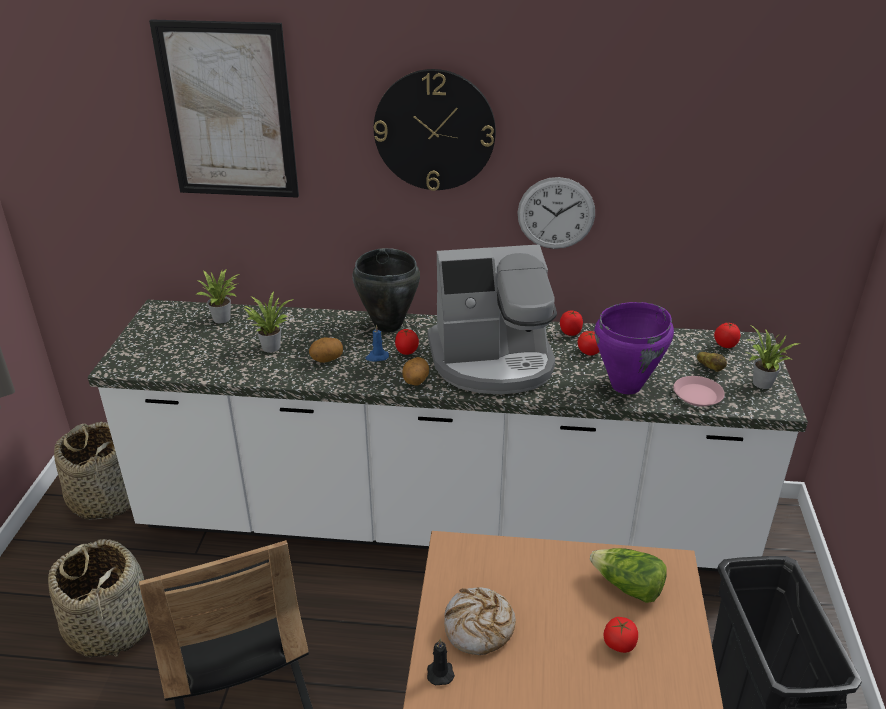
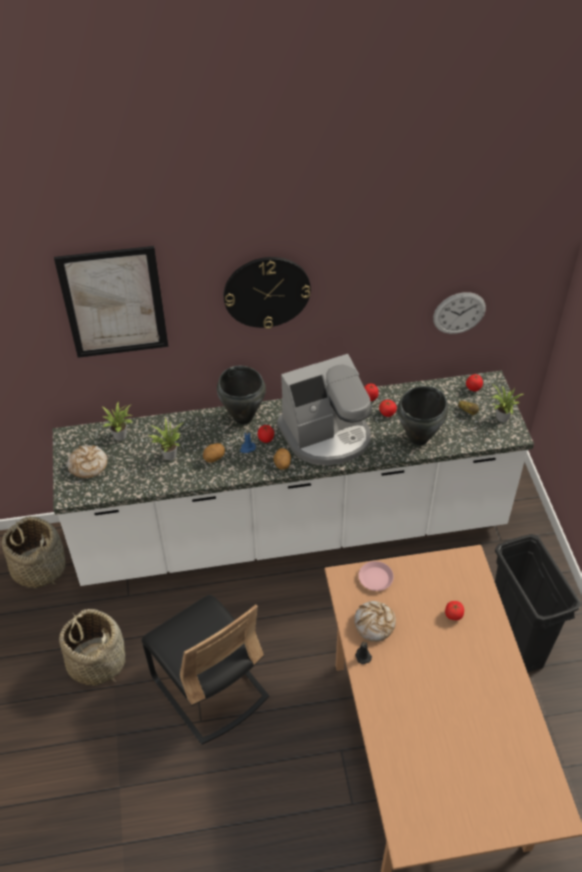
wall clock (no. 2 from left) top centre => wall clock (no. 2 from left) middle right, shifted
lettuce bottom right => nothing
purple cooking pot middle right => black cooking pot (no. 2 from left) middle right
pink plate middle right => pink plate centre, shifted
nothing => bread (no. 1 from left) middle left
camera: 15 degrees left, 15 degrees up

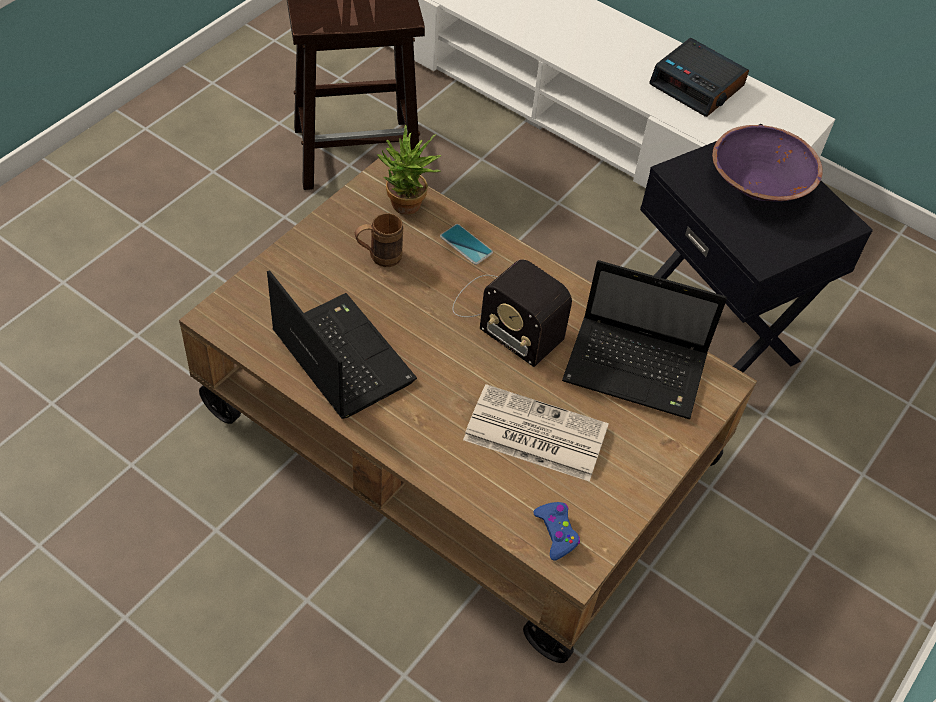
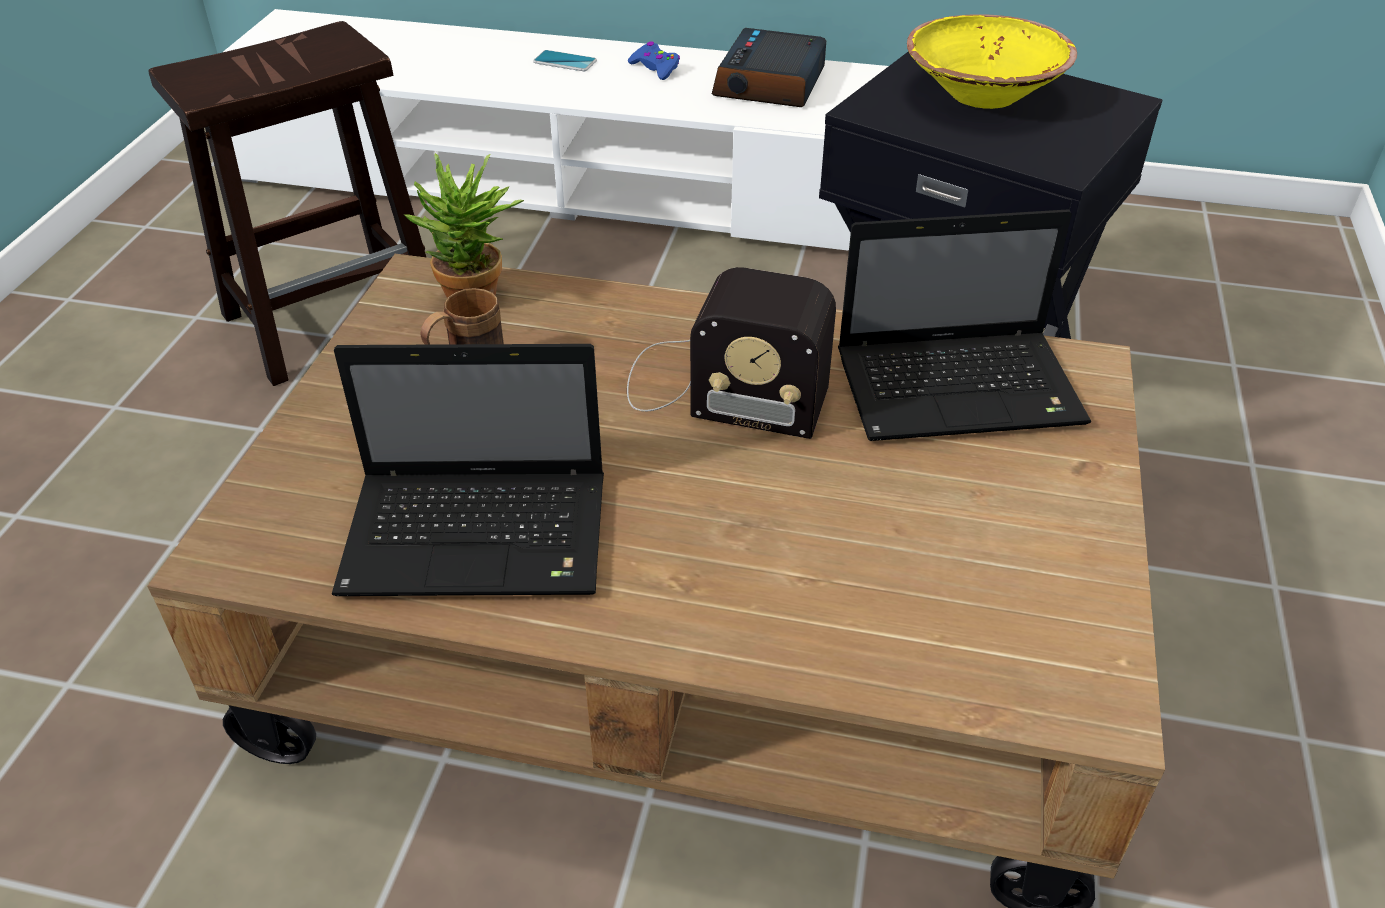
laptop (no. 1 from left) centre, 150 degrees clockwise
phone centre => phone top centre, shifted
newspaper centre => nothing
blue game controller bottom centre => blue game controller top centre, shifted
alarm clock top right => alarm clock top centre, 90 degrees clockwise
purple bowl top right => yellow bowl top right
camera: 20 degrees left, 10 degrees down

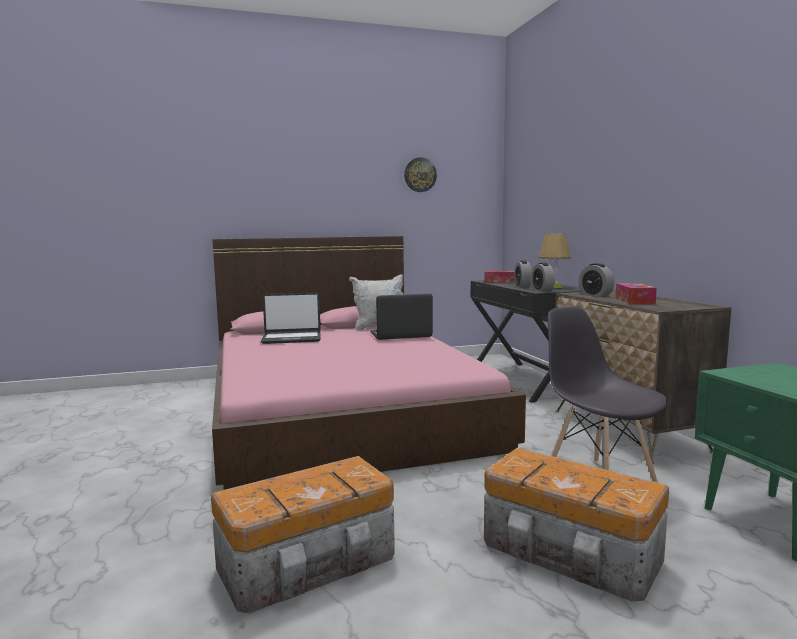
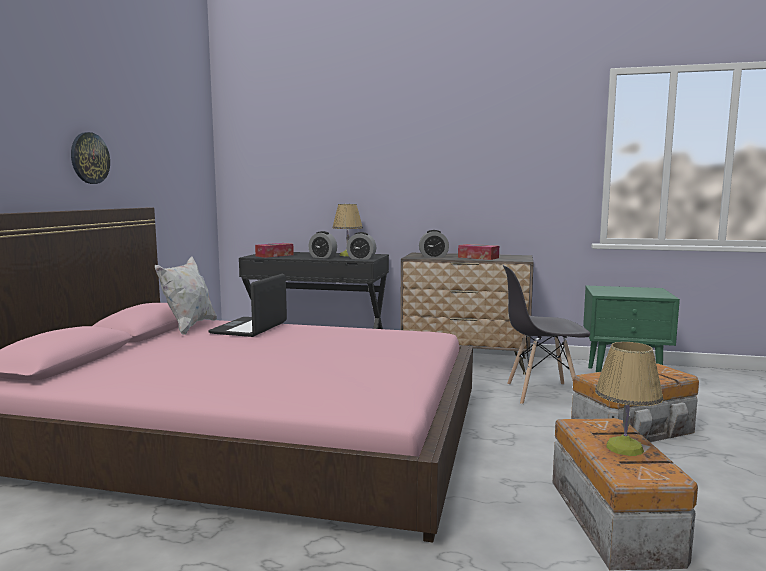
laptop (no. 1 from left) centre => nothing
wall clock top centre => wall clock top left, shifted
nothing => table lamp (no. 2 from left) bottom right
camera: 60 degrees left, 0 degrees up

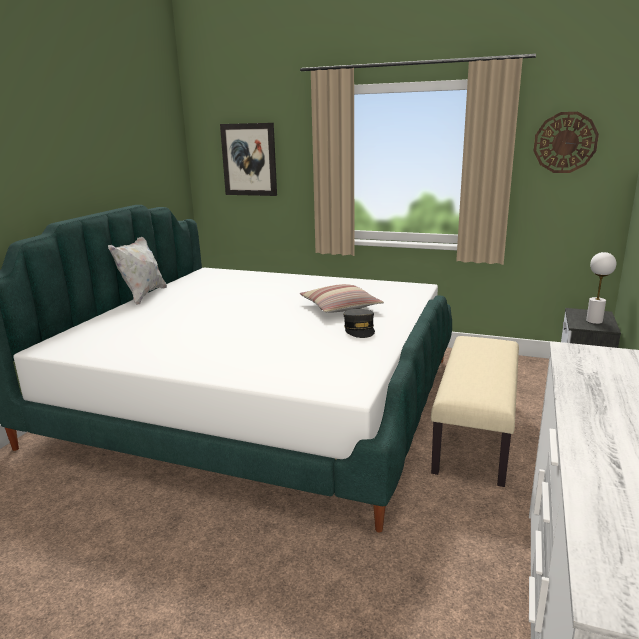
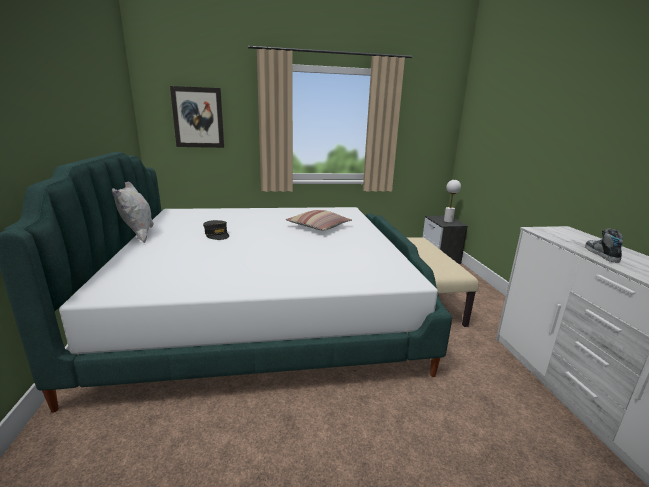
grey cap centre => grey cap middle left, shifted
wall clock top right => nothing
nothing => shoe middle right
camera: 30 degrees left, 0 degrees up

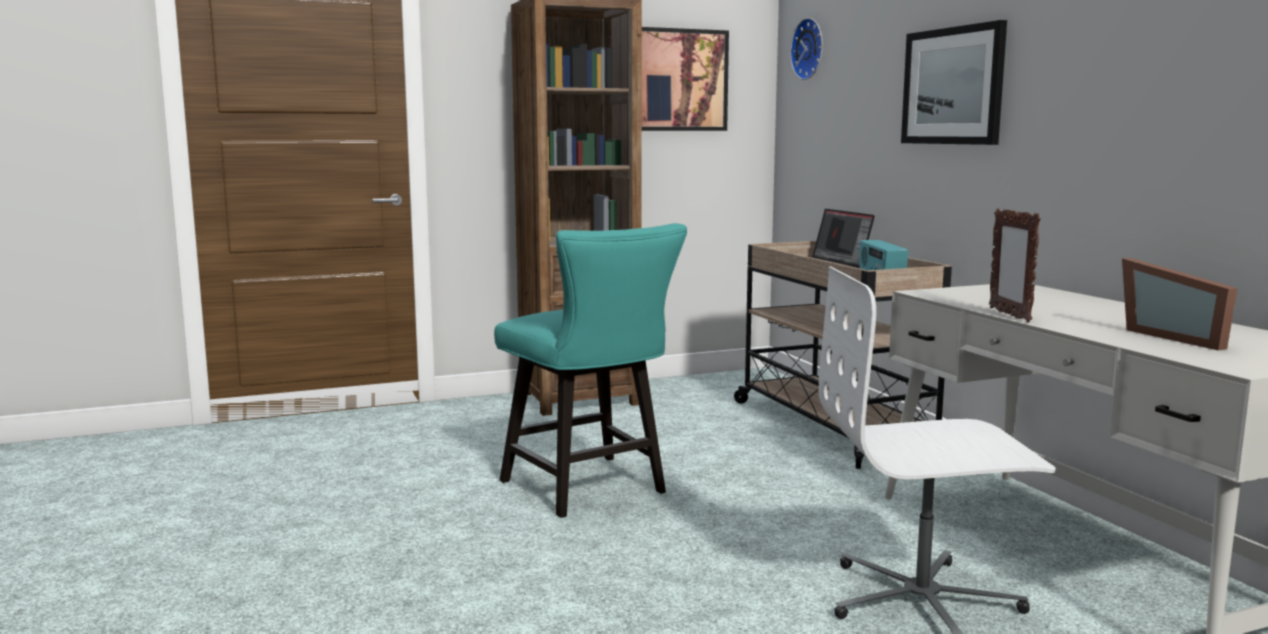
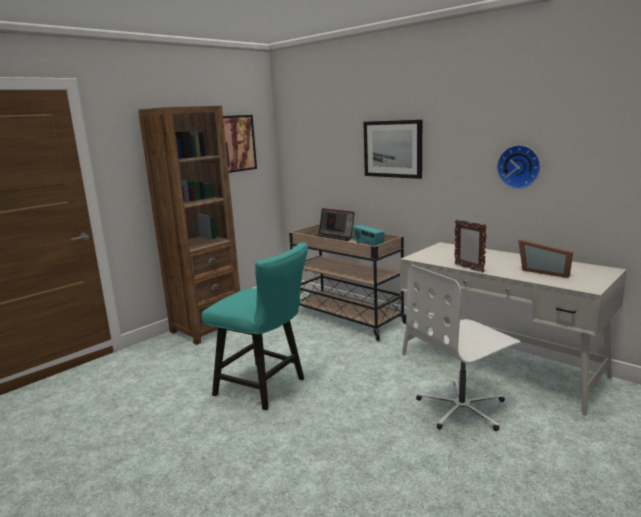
wall clock top centre => wall clock top right, shifted
camera: 25 degrees left, 5 degrees up

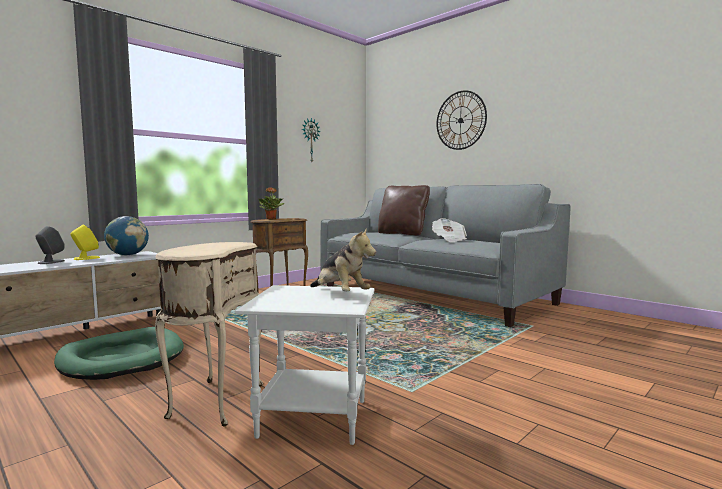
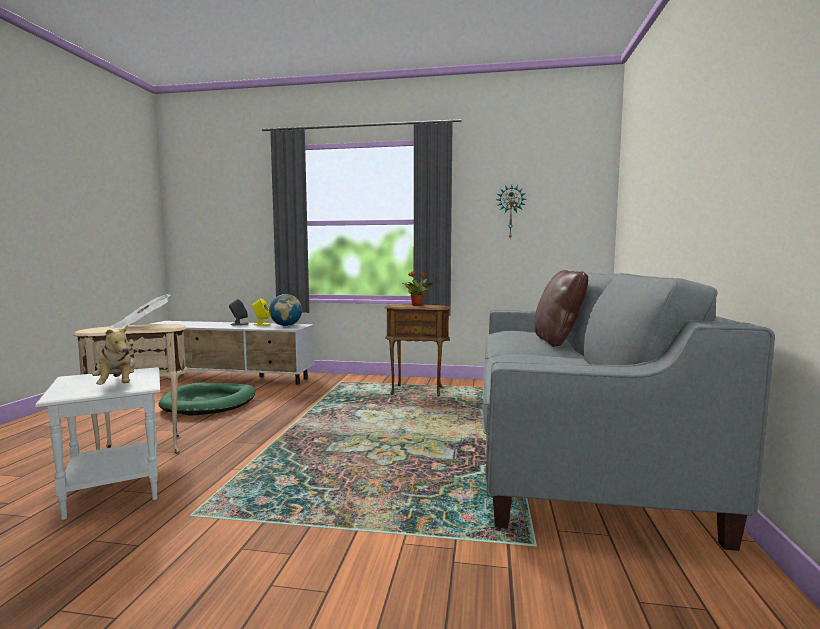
plush toy centre => plush toy middle left, 45 degrees counterclockwise
newspaper centre => newspaper middle left, shifted
wall clock (no. 2 from left) top centre => nothing
camera: 55 degrees right, 0 degrees up

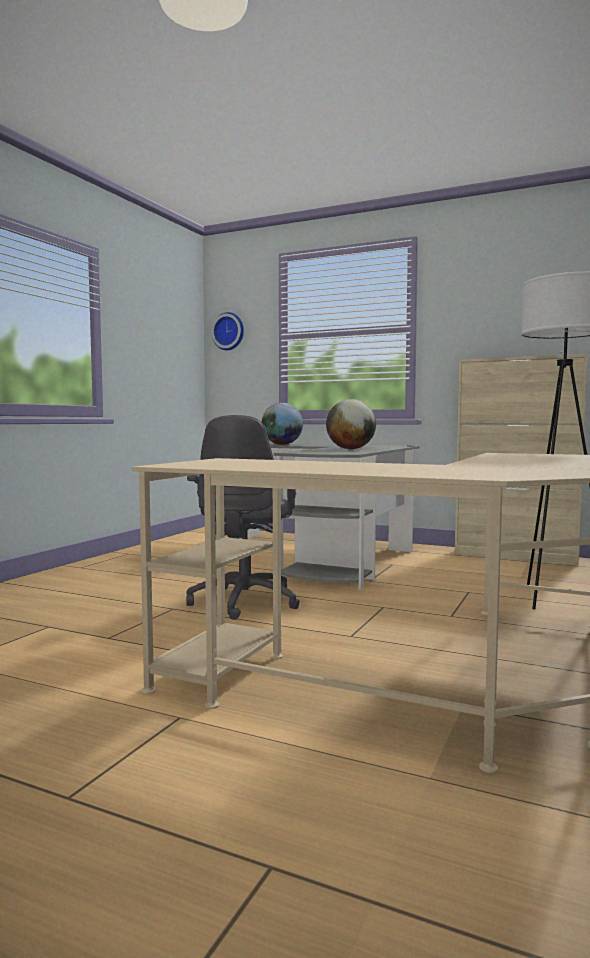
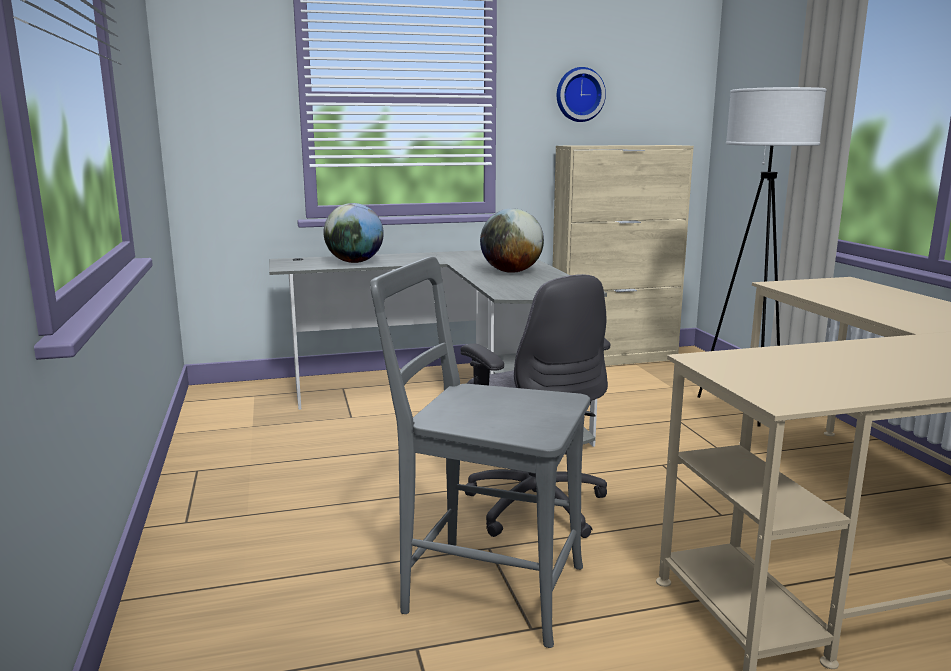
wall clock centre => wall clock top centre, shifted
nothing => grey chair bottom centre
camera: 40 degrees left, 10 degrees up

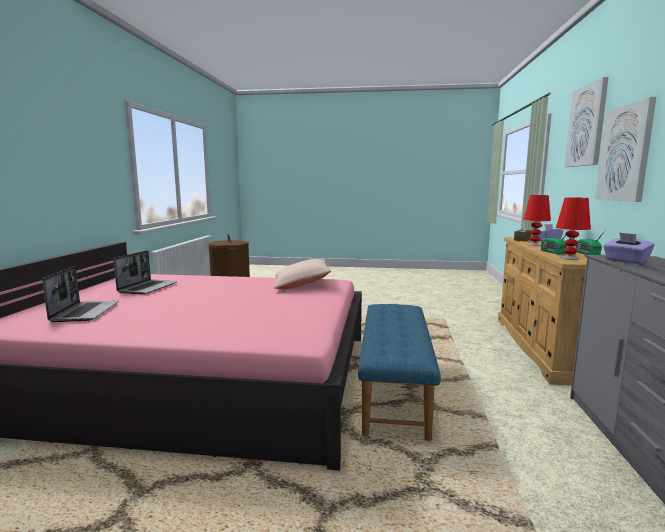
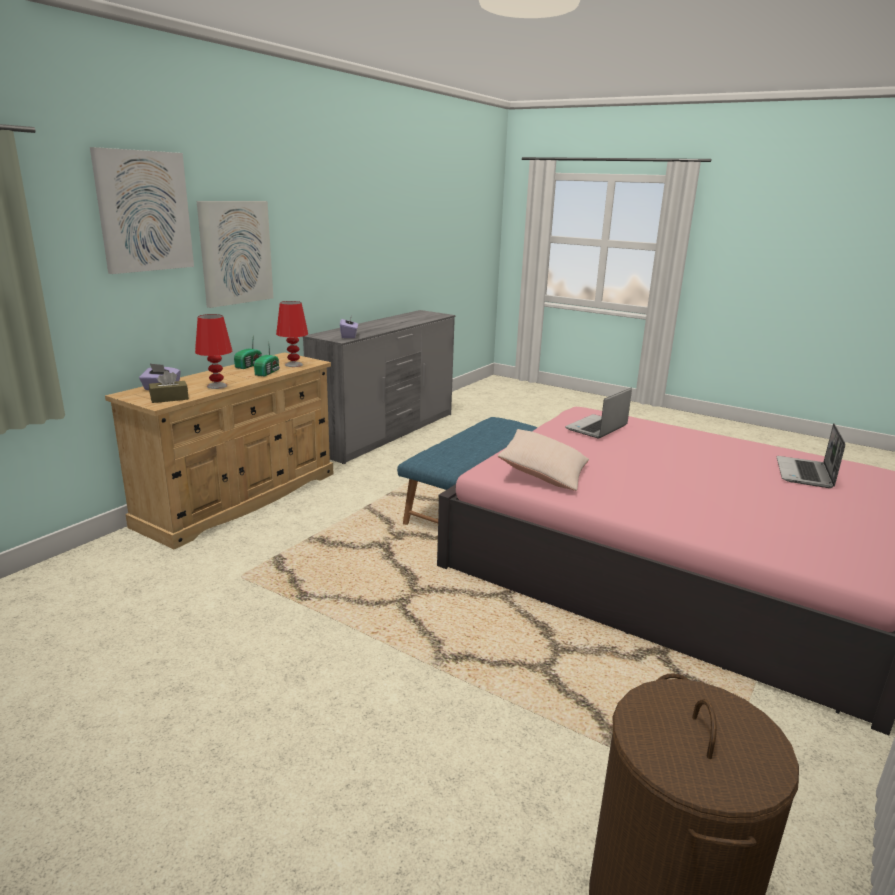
laptop (no. 2 from left in the first image) middle left => laptop (no. 1 from left) middle right, shifted
camera: 155 degrees left, 10 degrees up

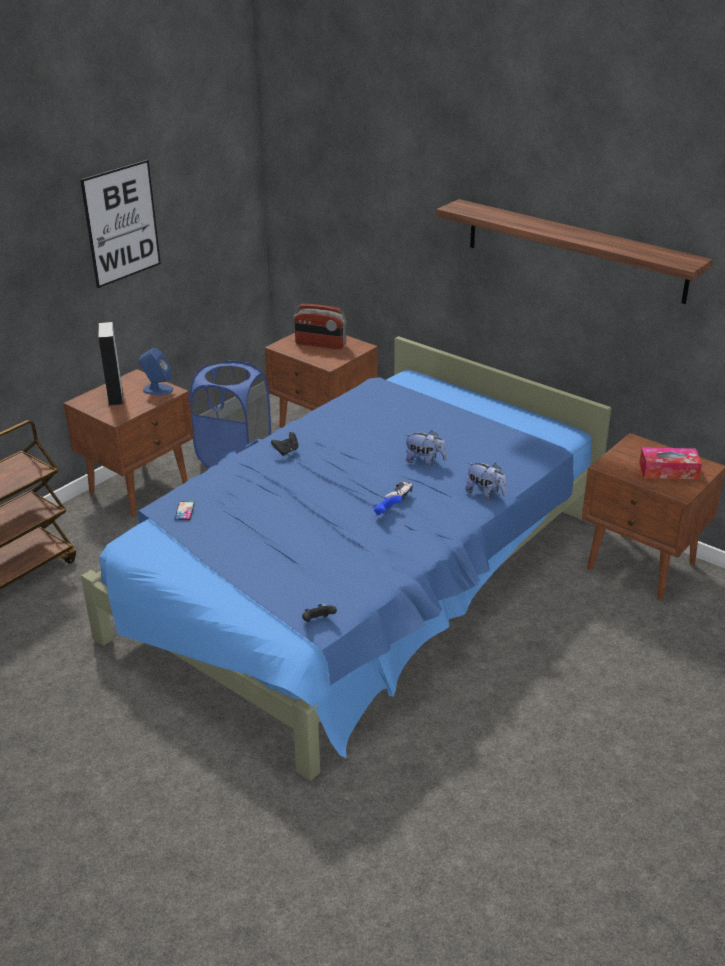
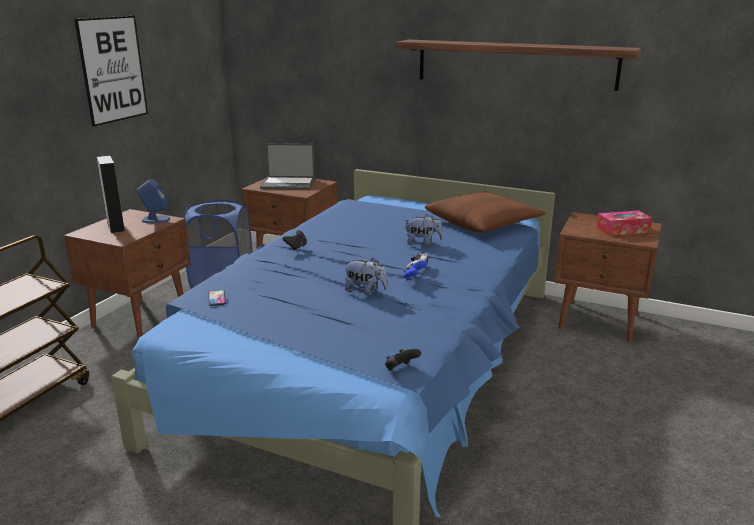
radio centre => laptop top centre
plush toy (no. 2 from left in the first image) middle right => plush toy (no. 1 from left) centre, shifted
nothing => brown pillow centre
camera: 15 degrees left, 10 degrees down

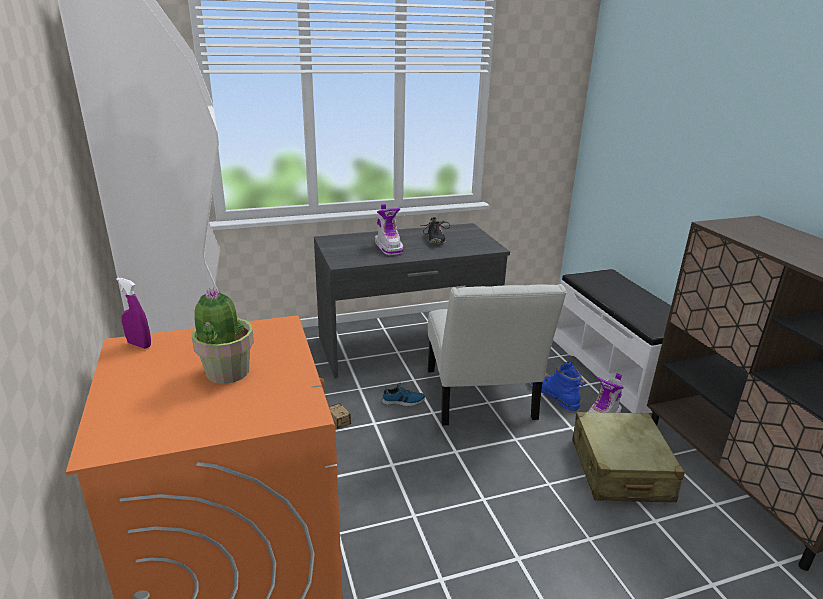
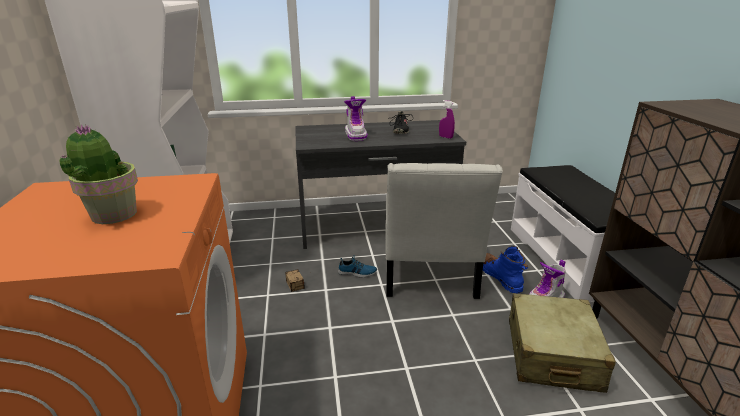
purple spray bottle middle left => purple spray bottle top centre, shifted
camera: 10 degrees right, 0 degrees up

